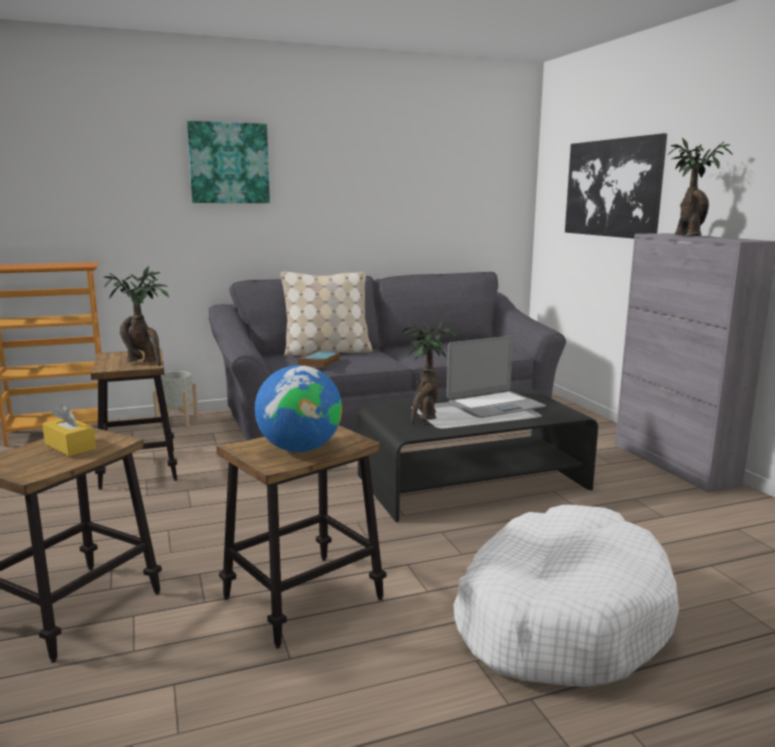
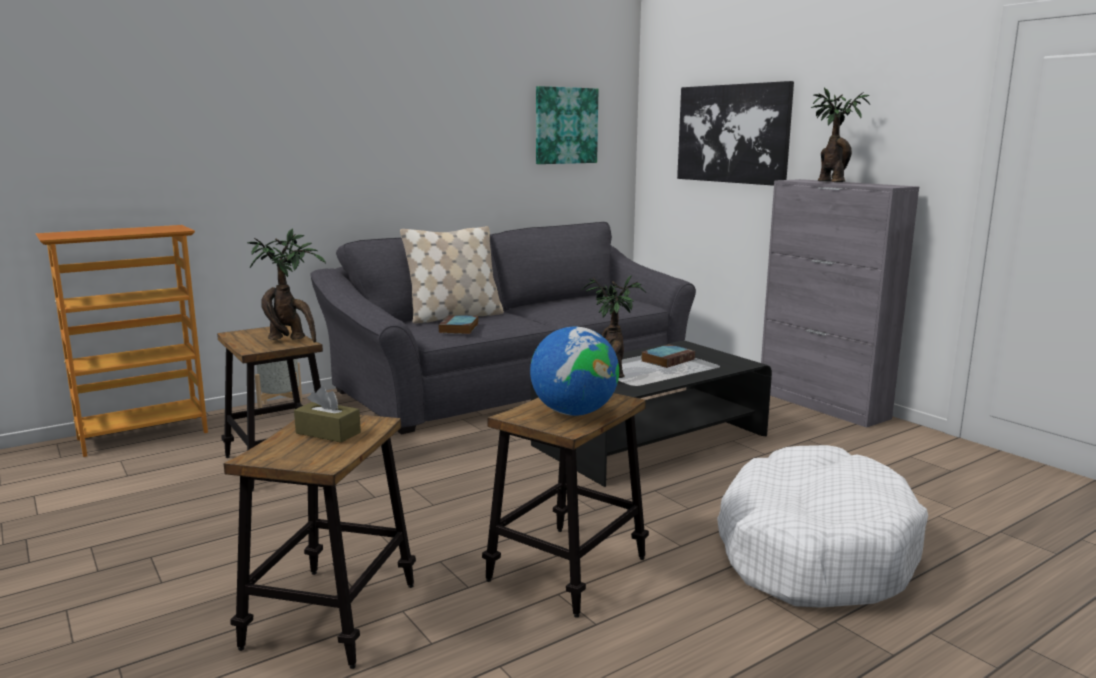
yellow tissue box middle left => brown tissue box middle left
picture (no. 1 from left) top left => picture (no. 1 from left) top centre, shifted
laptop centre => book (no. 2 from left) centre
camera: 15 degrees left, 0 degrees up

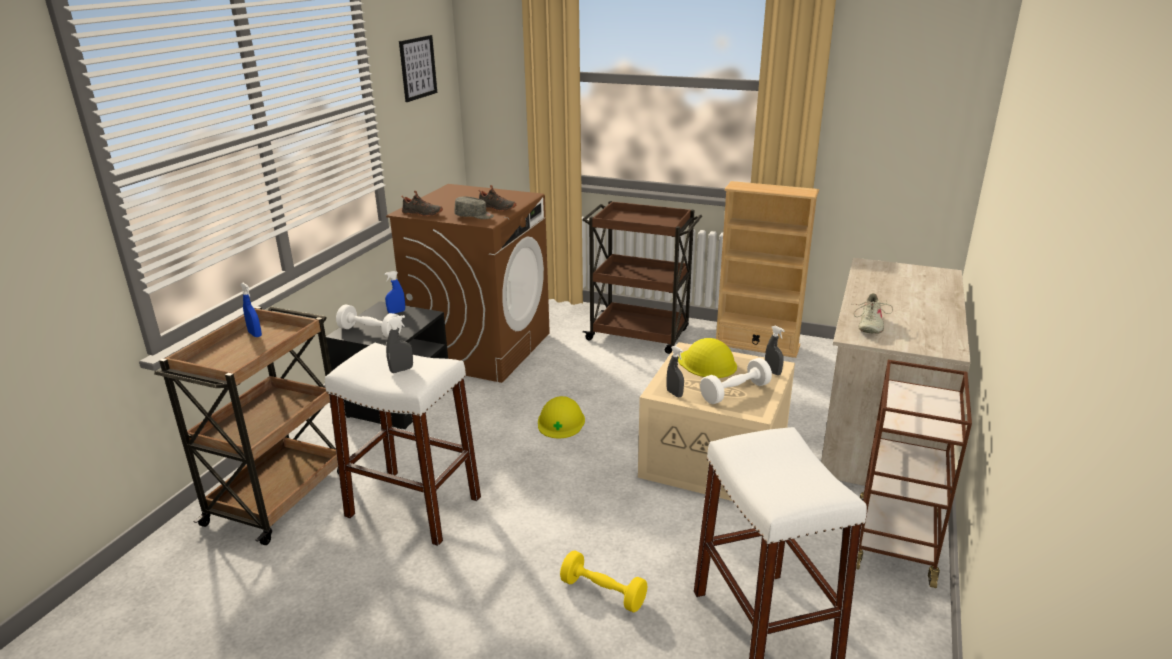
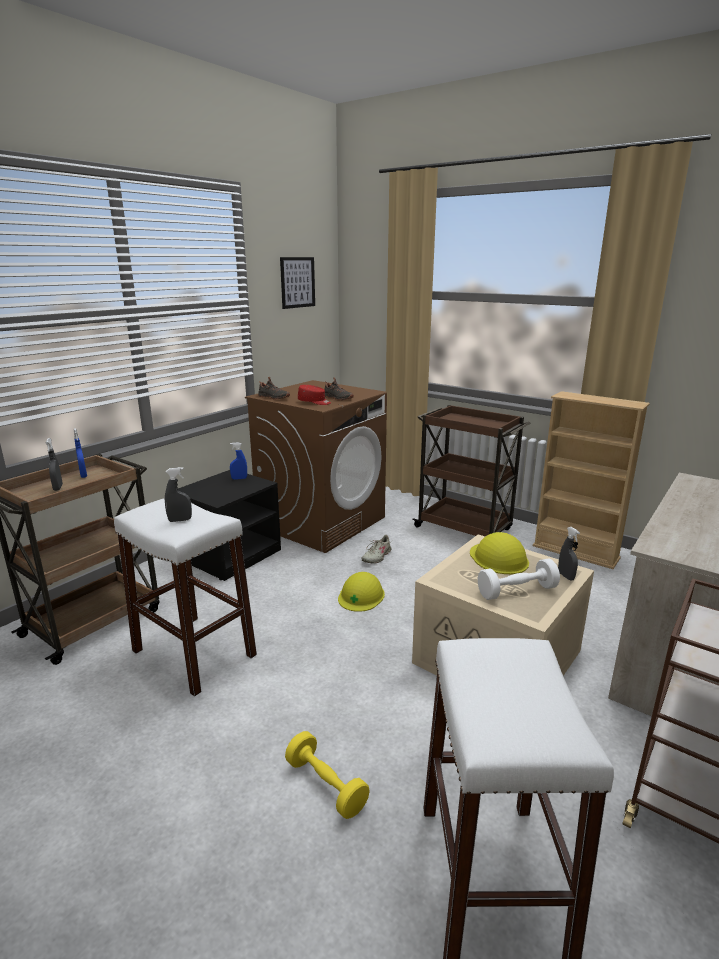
white dumbbell (no. 1 from left) middle left => nothing
grey cap top centre => red cap centre
grey spray bottle (no. 2 from left in the first image) centre => grey spray bottle (no. 1 from left) middle left, shifted
beige shoe middle right => beige shoe centre, shifted
camera: 15 degrees right, 5 degrees down

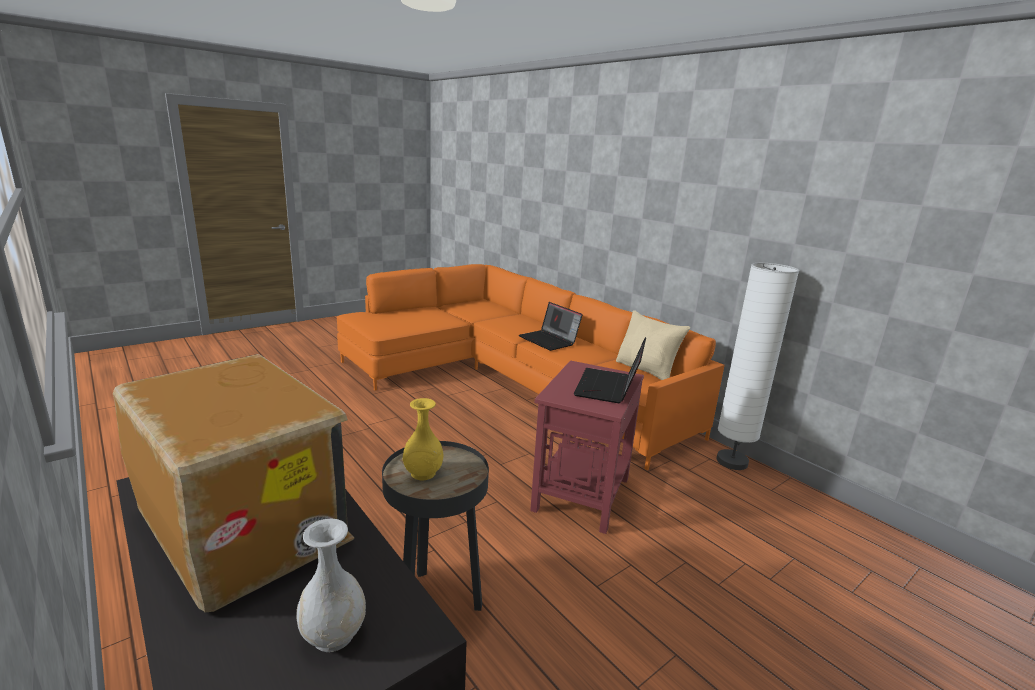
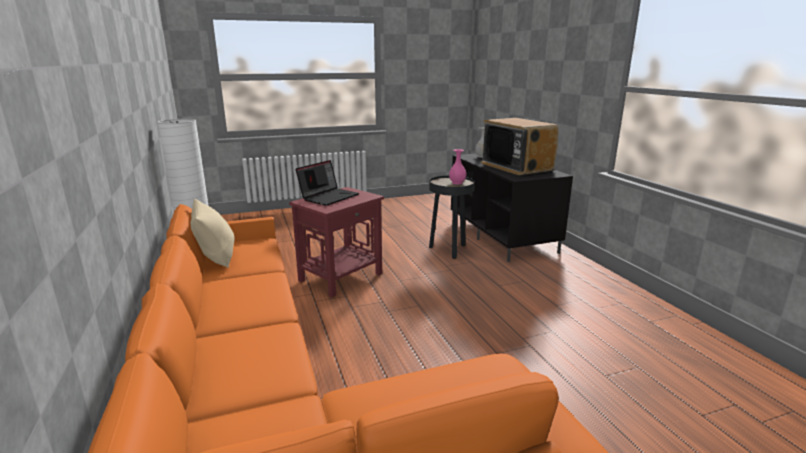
yellow vase centre => pink vase centre
laptop (no. 1 from left) centre => nothing
camera: 160 degrees left, 0 degrees up

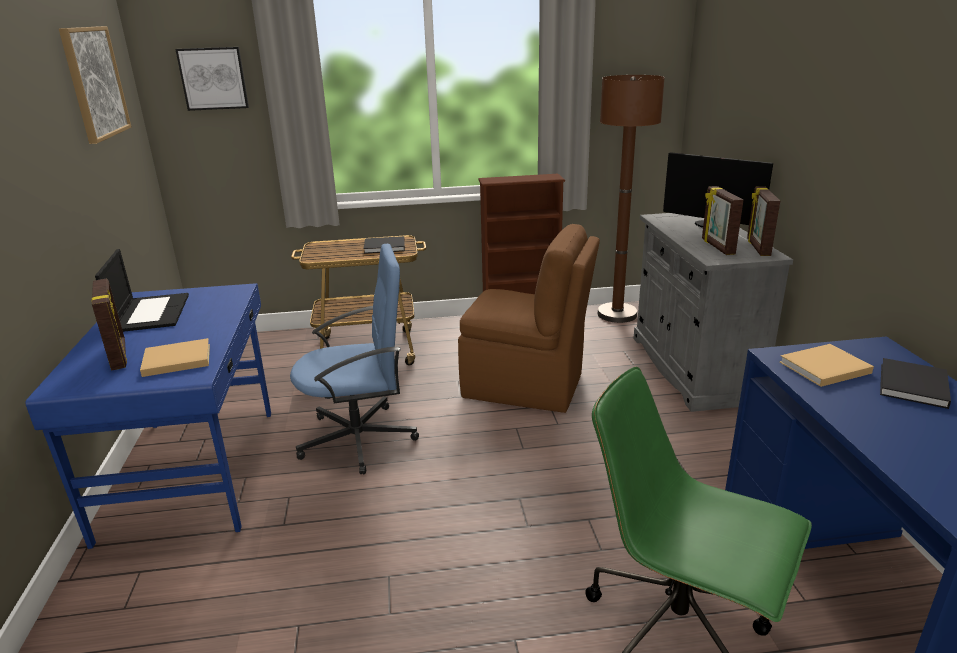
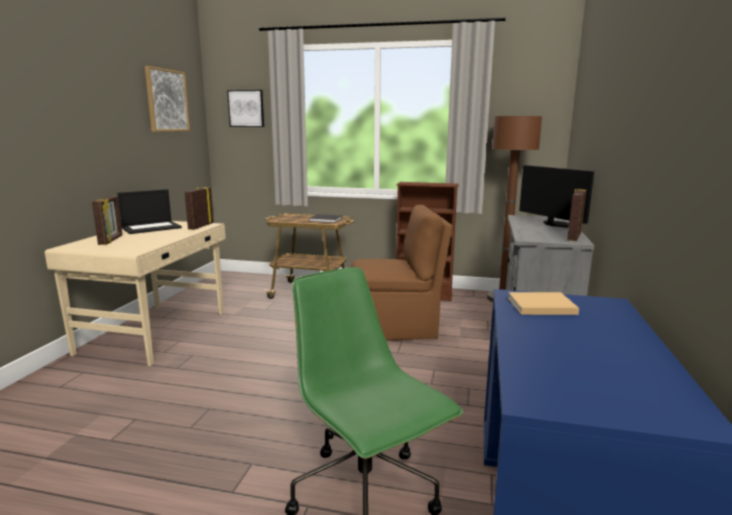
blue desk (no. 1 from left) middle left => beige desk middle left
laptop middle left, 45 degrees clockwise
beige book (no. 1 from left) middle left => nothing
blue office chair centre => nothing
brown chair centre, 45 degrees counterclockwise
picture frame (no. 2 from left) middle right => picture frame (no. 2 from left) middle left, shifted
black book (no. 2 from left) middle right => nothing
camera: 20 degrees right, 10 degrees down

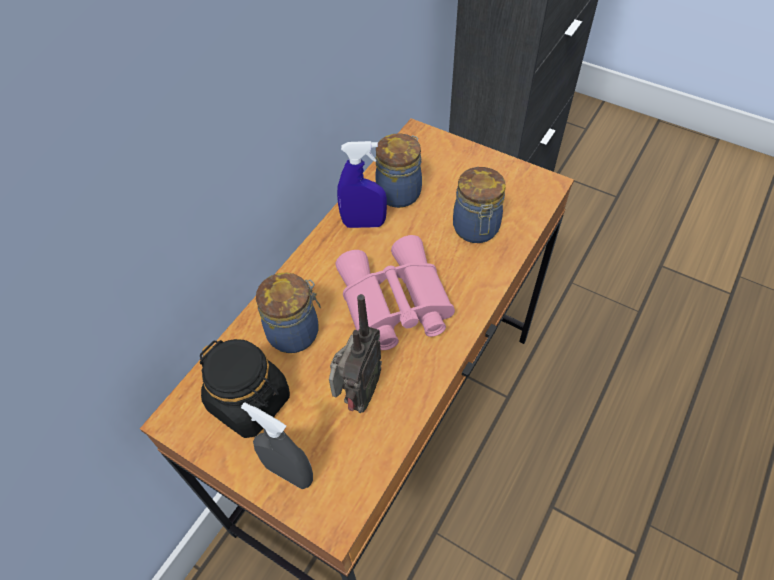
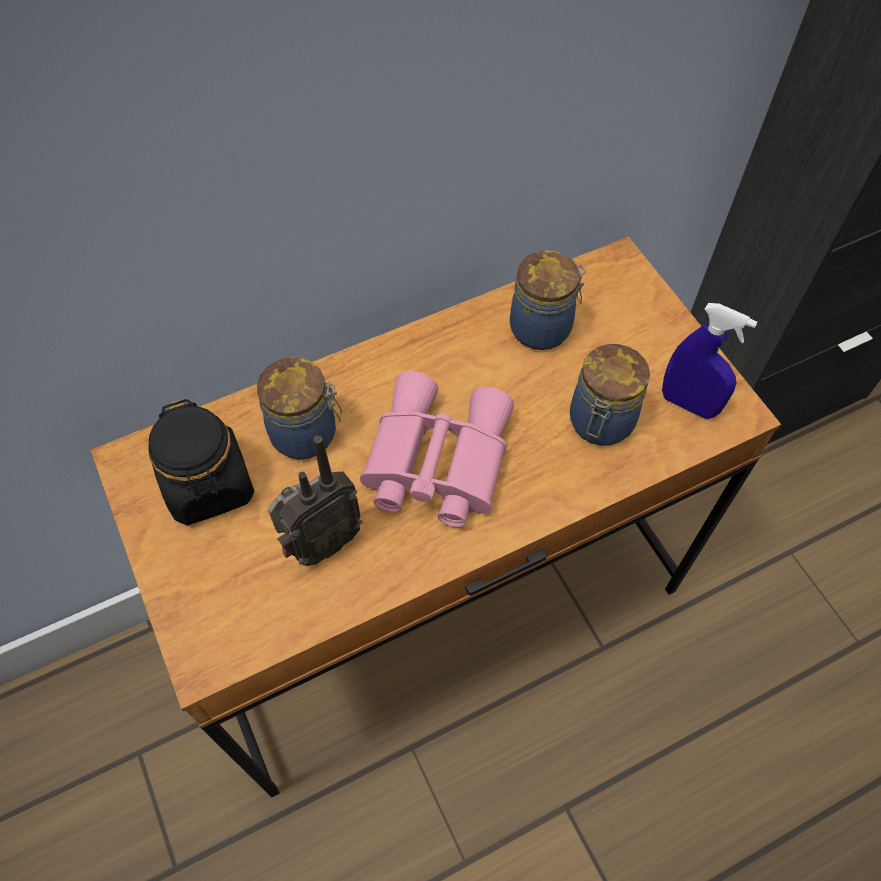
grey spray bottle bottom centre => nothing
blue spray bottle top centre => blue spray bottle middle right, shifted
camera: 30 degrees right, 5 degrees up

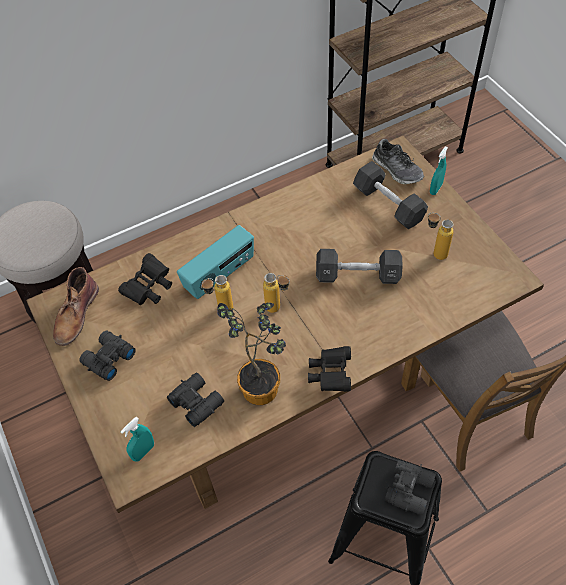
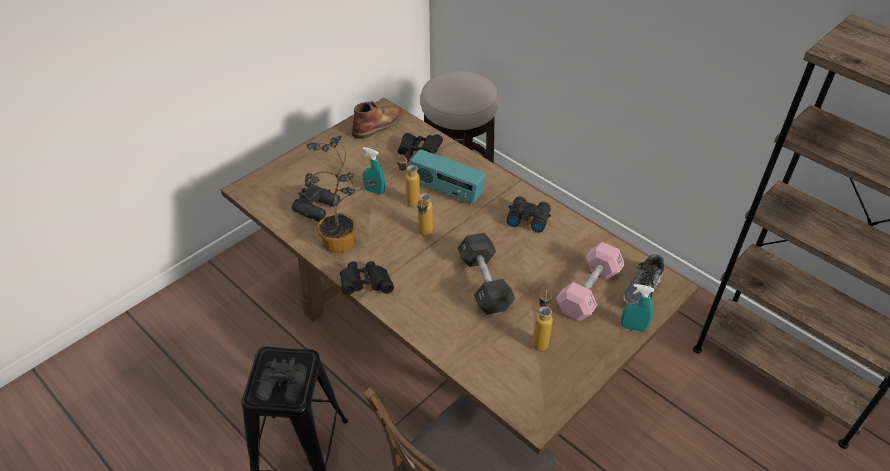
brown boot middle left => brown boot top centre, 135 degrees clockwise
black binoculars (no. 1 from left in the first image) middle left => black binoculars (no. 5 from left) centre, shifted
turquoise spray bottle (no. 1 from left) bottom left => turquoise spray bottle (no. 1 from left) centre, shifted
black dumbbell (no. 2 from left) middle right => pink dumbbell centre
camera: 70 degrees right, 10 degrees down

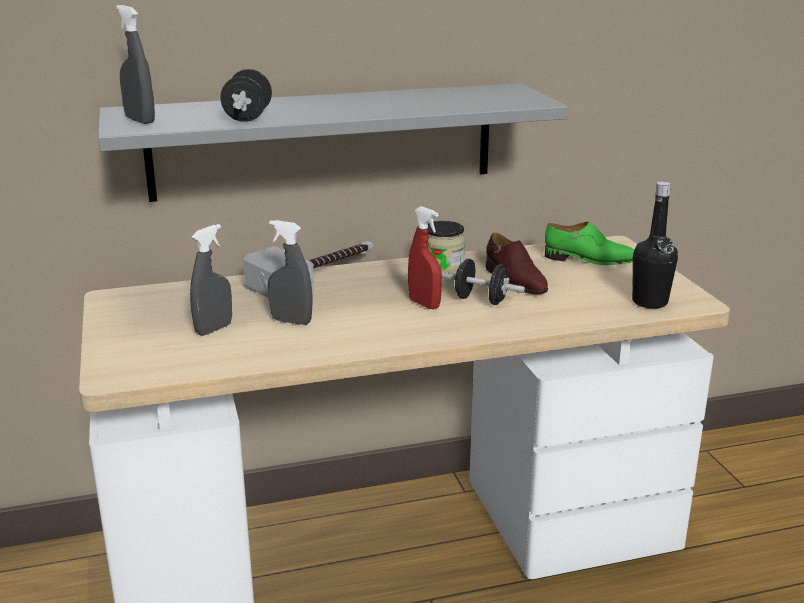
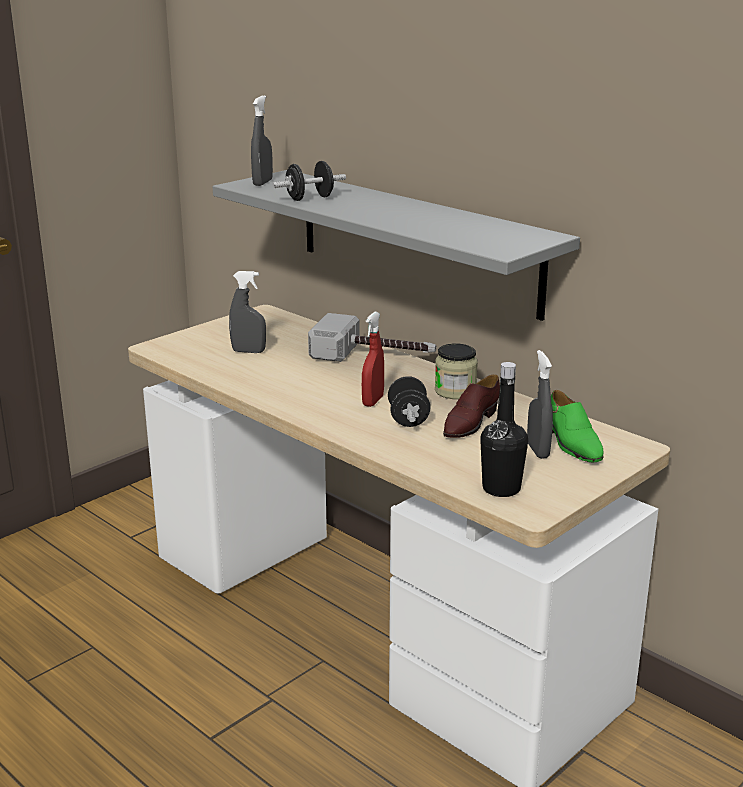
grey spray bottle (no. 3 from left) centre => grey spray bottle (no. 3 from left) middle right, shifted
camera: 60 degrees right, 0 degrees up

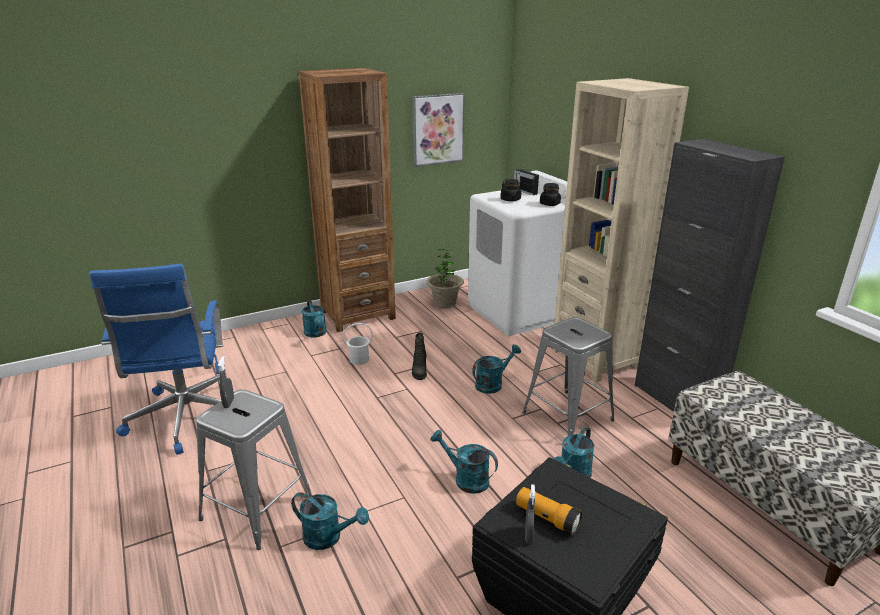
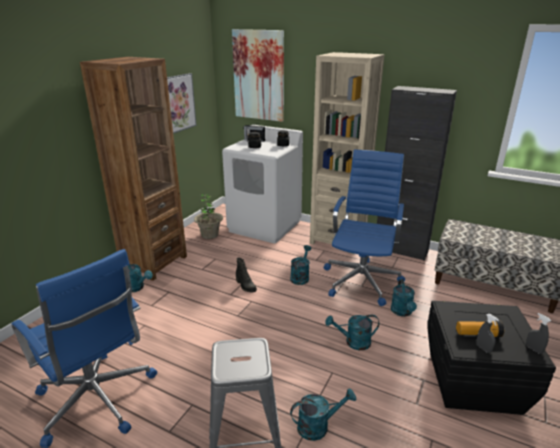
grey spray bottle (no. 1 from left in the first image) middle left => grey spray bottle (no. 2 from left) bottom right, shifted
white bucket centre => nothing
grey stool (no. 2 from left) centre => blue office chair (no. 2 from left) centre
nothing => picture (no. 2 from left) top centre
camera: 35 degrees left, 0 degrees up

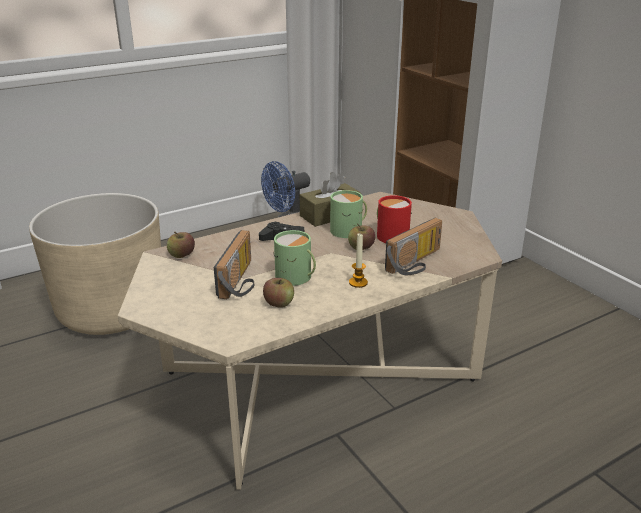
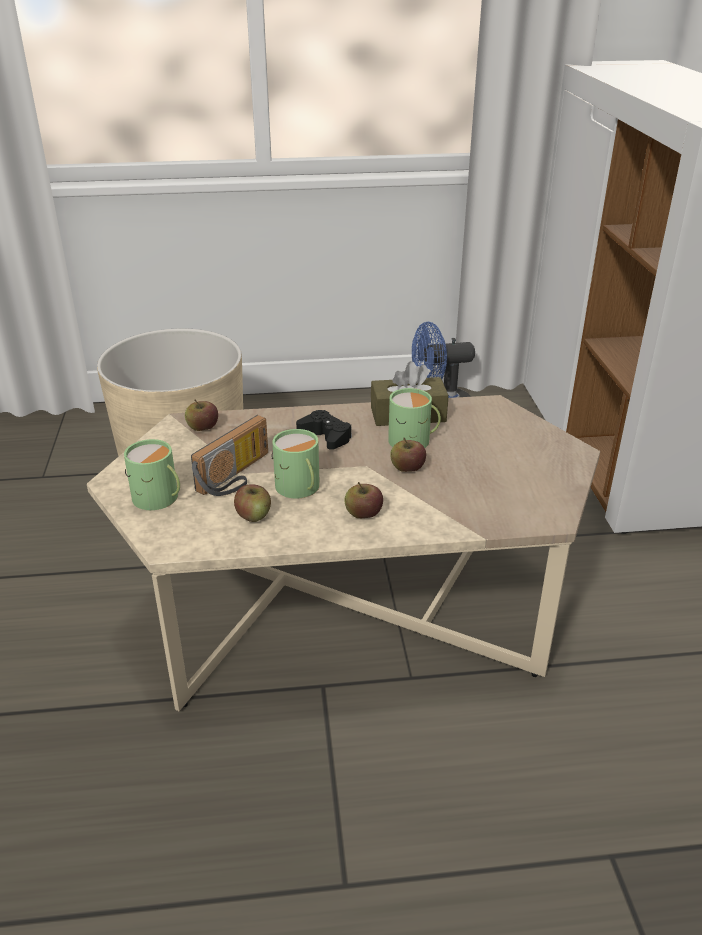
candle centre => apple (no. 3 from left) centre
red mug centre => nothing
radio (no. 2 from left) centre => nothing
nothing => green mug (no. 1 from left) middle left
camera: 25 degrees right, 5 degrees up

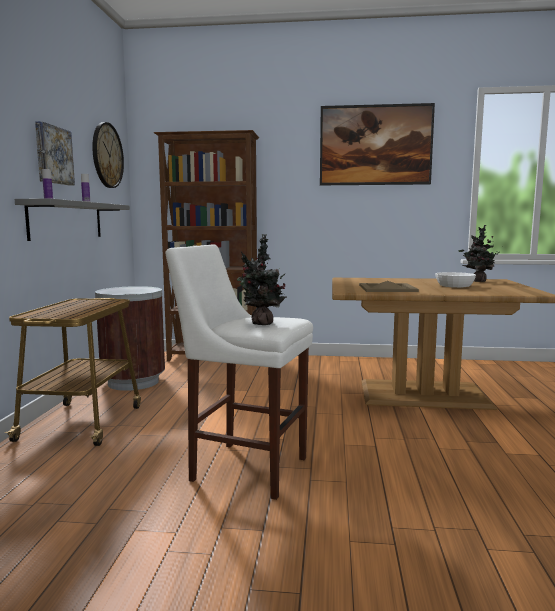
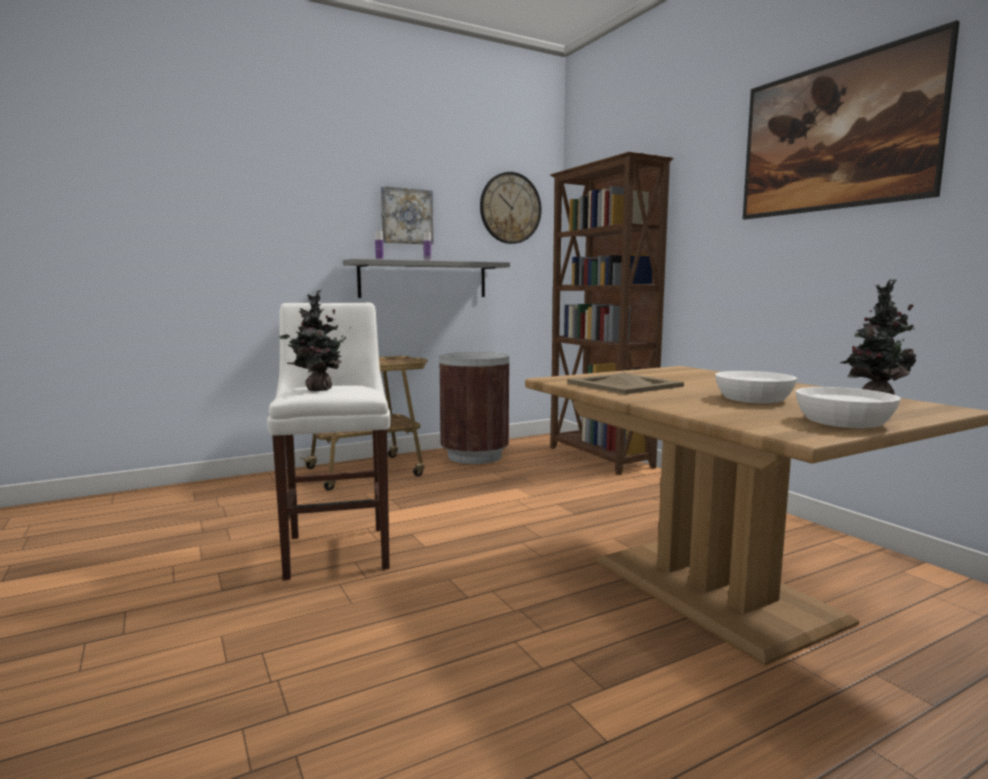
nothing => white bowl (no. 2 from left) middle right
camera: 55 degrees right, 0 degrees up

